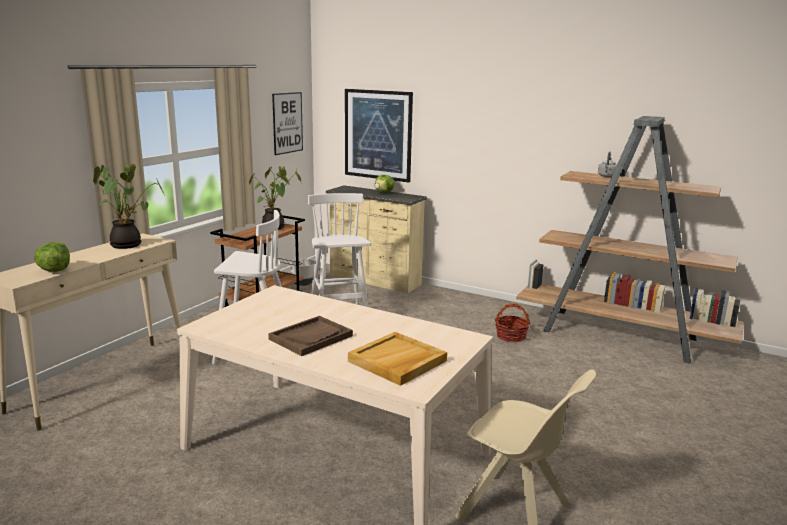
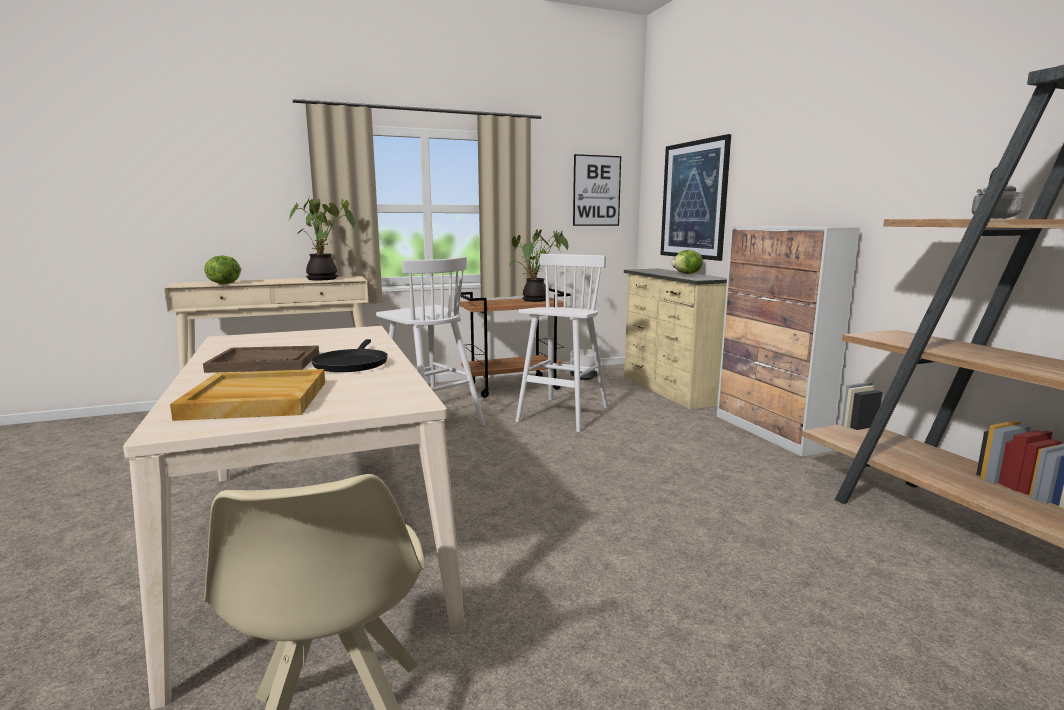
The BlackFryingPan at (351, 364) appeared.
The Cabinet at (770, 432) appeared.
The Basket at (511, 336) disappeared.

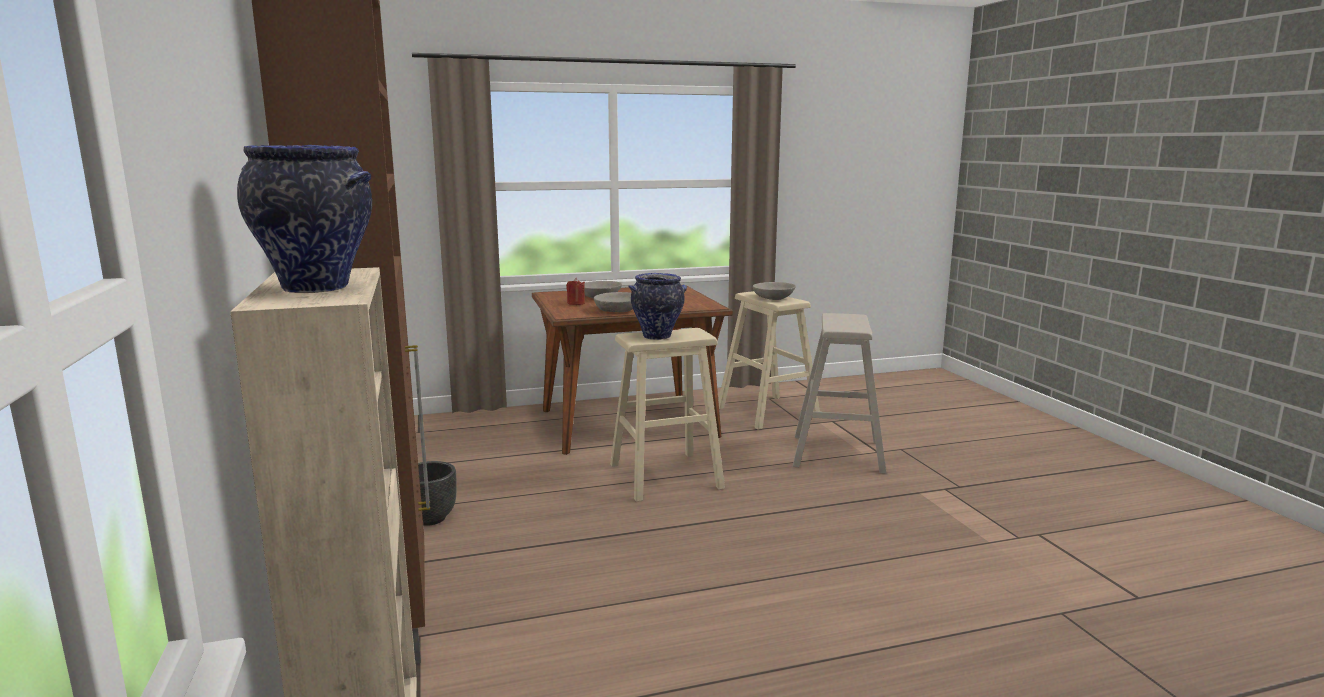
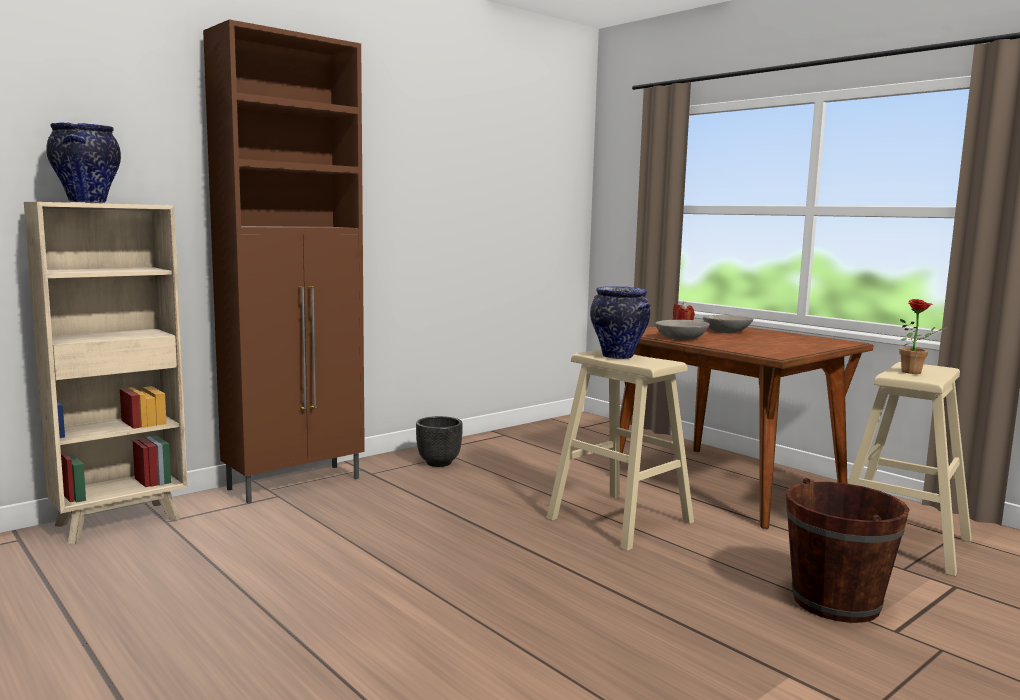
The BeigeStool at (837, 453) was replaced by the BrownBucket at (836, 602).
The GreyBowl at (773, 298) was replaced by the PottedPlant at (915, 372).

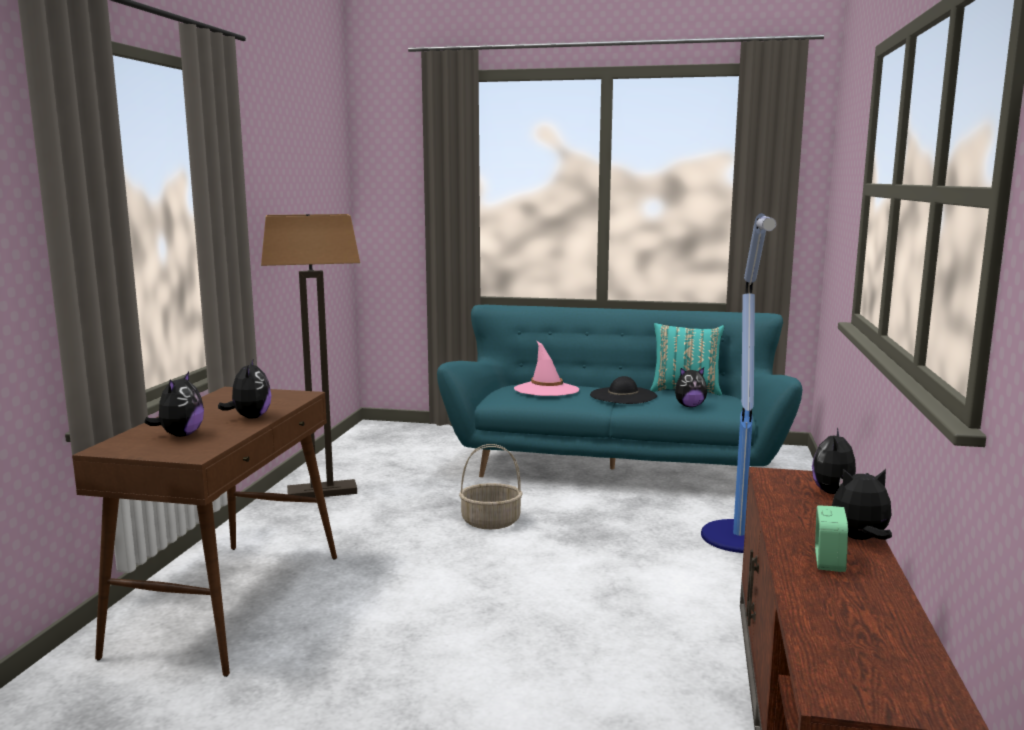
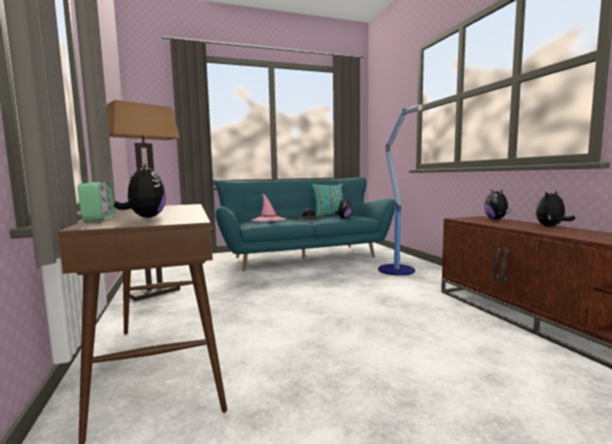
The AlarmClock moved from (828, 562) to (99, 219).
The PlushToy at (250, 417) disappeared.
The Basket at (491, 521) disappeared.

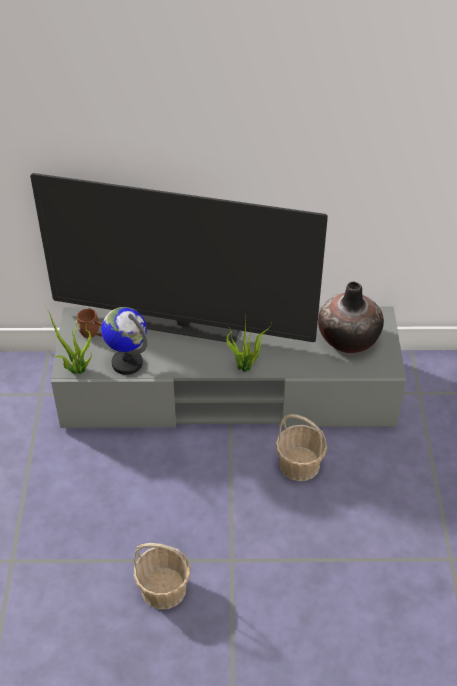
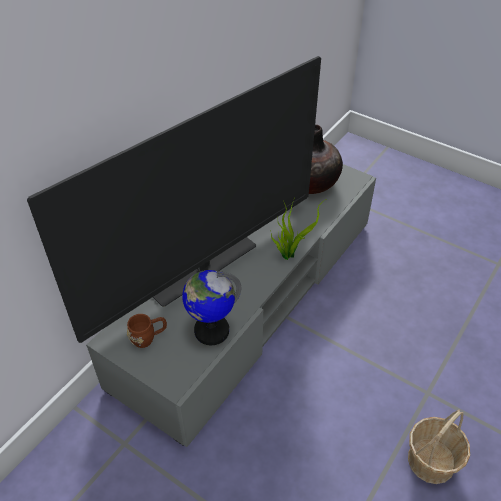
The PottedPlant at (76, 370) disappeared.
The Basket at (299, 465) disappeared.

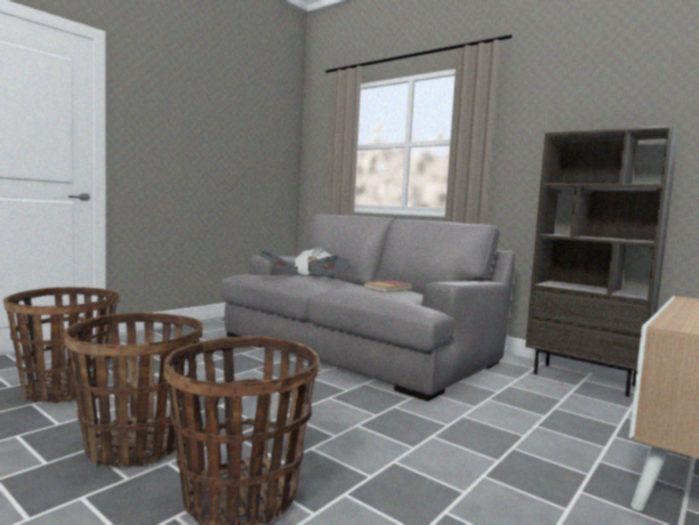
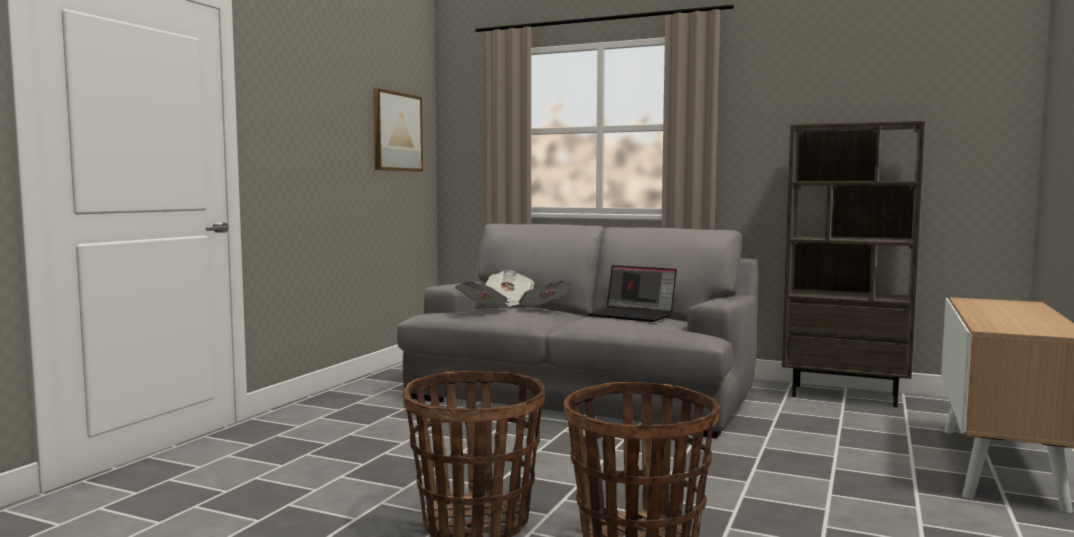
The Picture at (396, 132) appeared.
The Book at (388, 288) was replaced by the Laptop at (633, 315).
The Basket at (65, 389) disappeared.

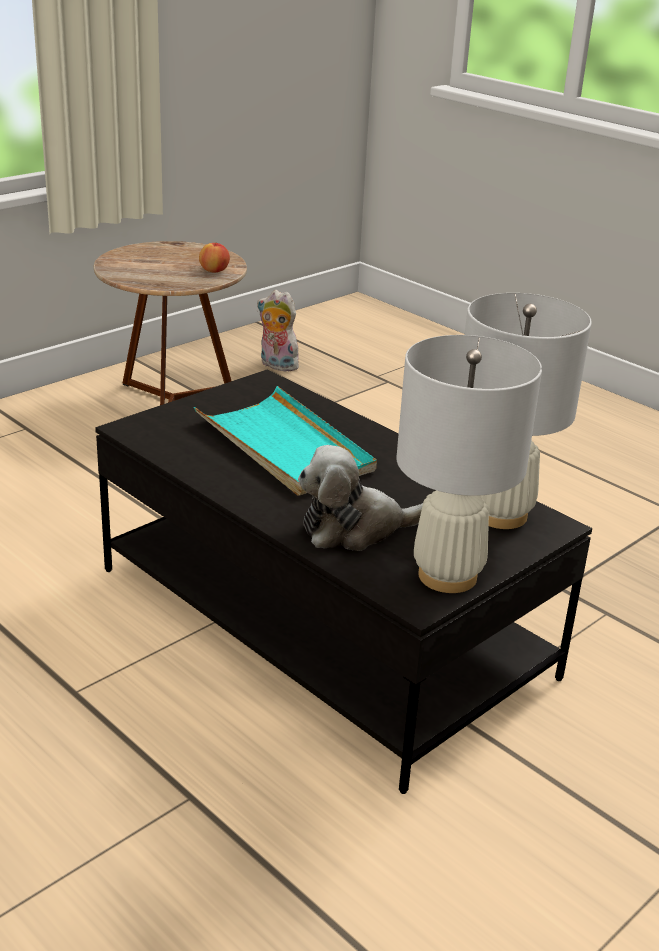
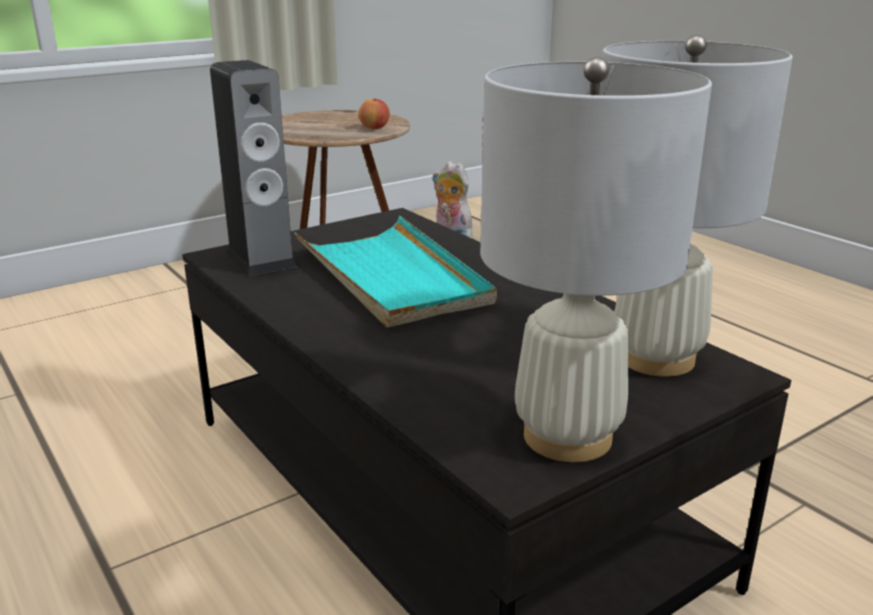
The Speaker at (260, 259) appeared.
The PlushToy at (355, 529) disappeared.

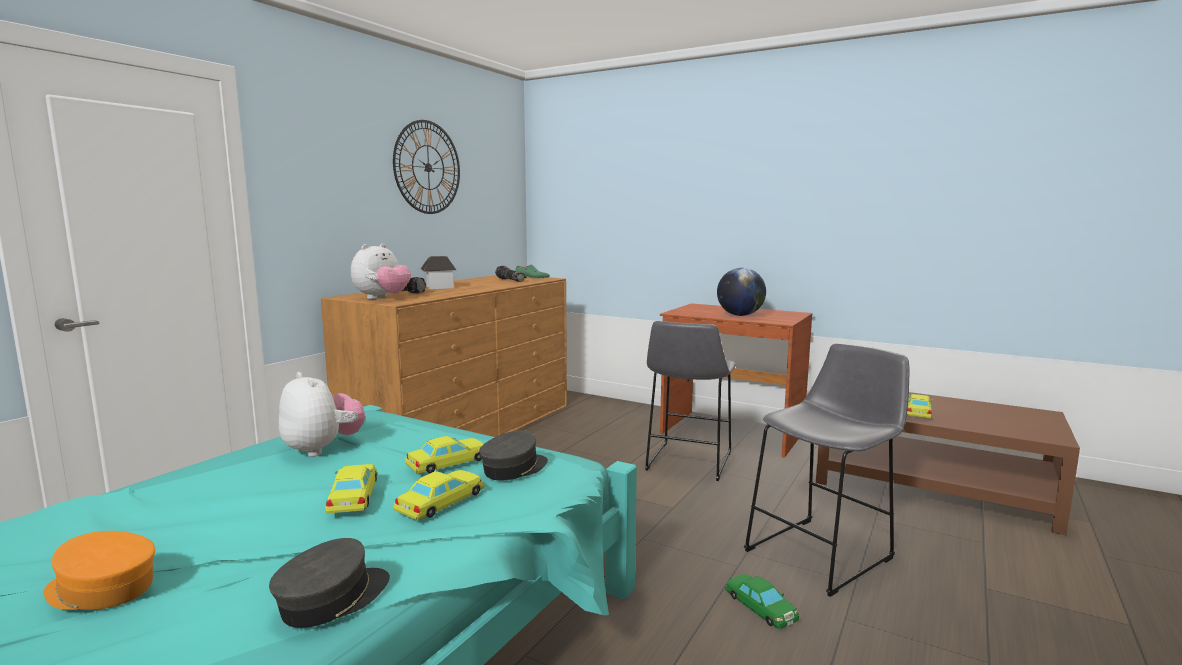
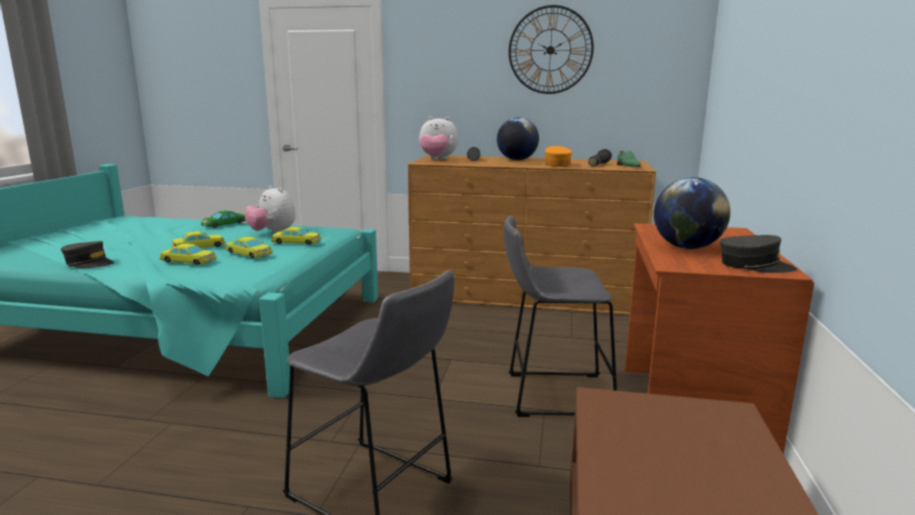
The GreenToyCar moved from (761, 606) to (224, 224).
The PlushToy at (323, 449) turned 105 degrees clockwise.
The YellowToyCar moved from (918, 411) to (296, 242).
The ToyHouse at (439, 287) was replaced by the Globe at (517, 160).
The OrangeCap moved from (101, 589) to (556, 164).
The GreyCap moved from (514, 468) to (754, 266).

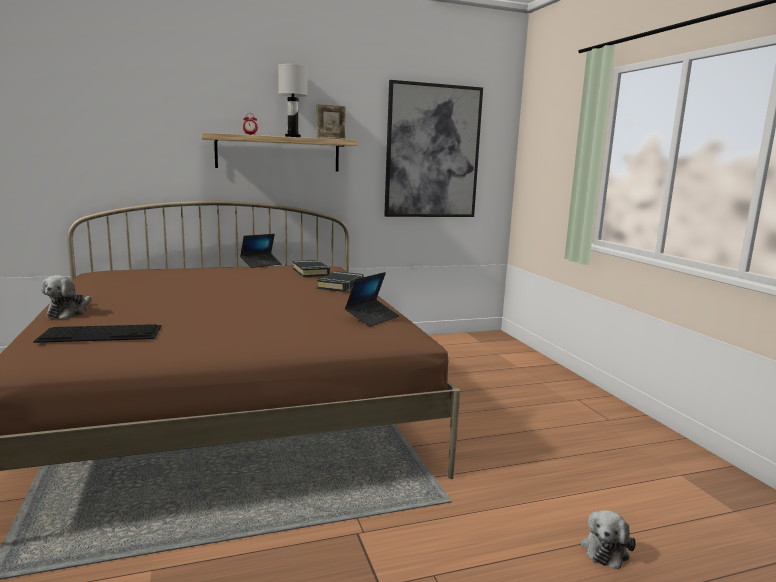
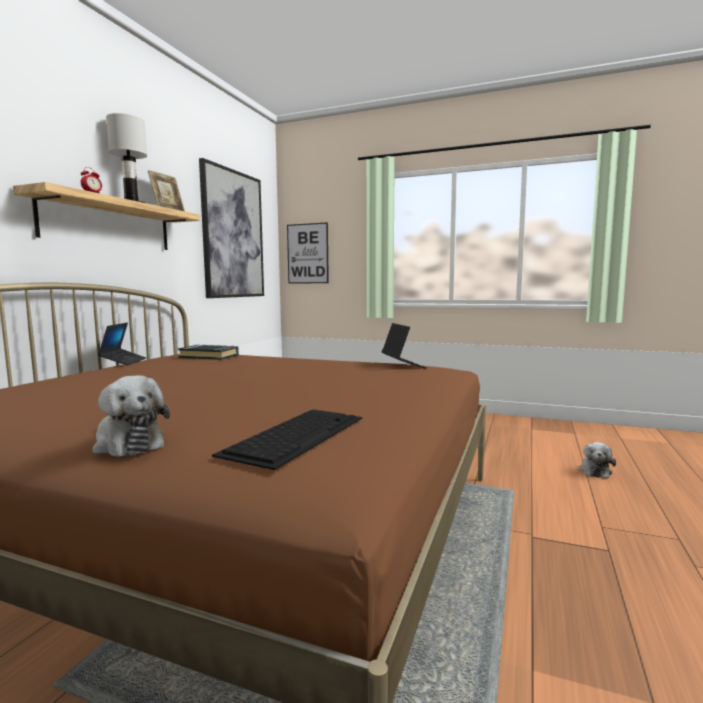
The Picture at (307, 253) appeared.
The PlushToy at (605, 549) turned 45 degrees clockwise.
The BlackBook at (341, 285) disappeared.

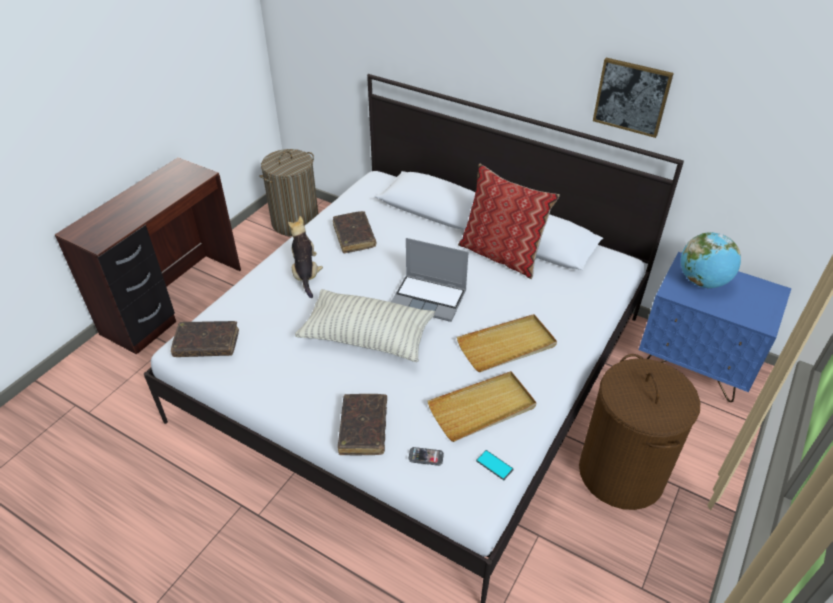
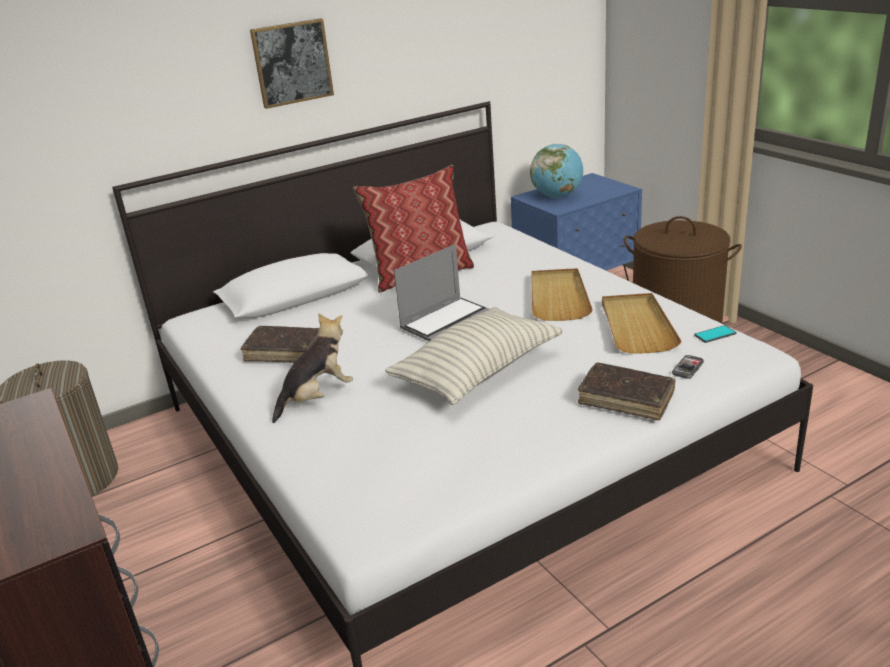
The Picture moved from (631, 97) to (292, 63).
The PlushToy at (306, 274) turned 120 degrees clockwise.
The BrownBook at (207, 344) disappeared.

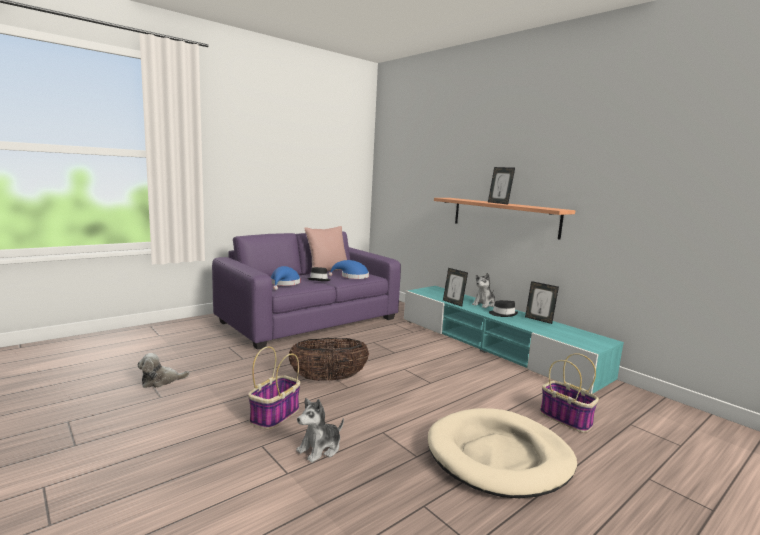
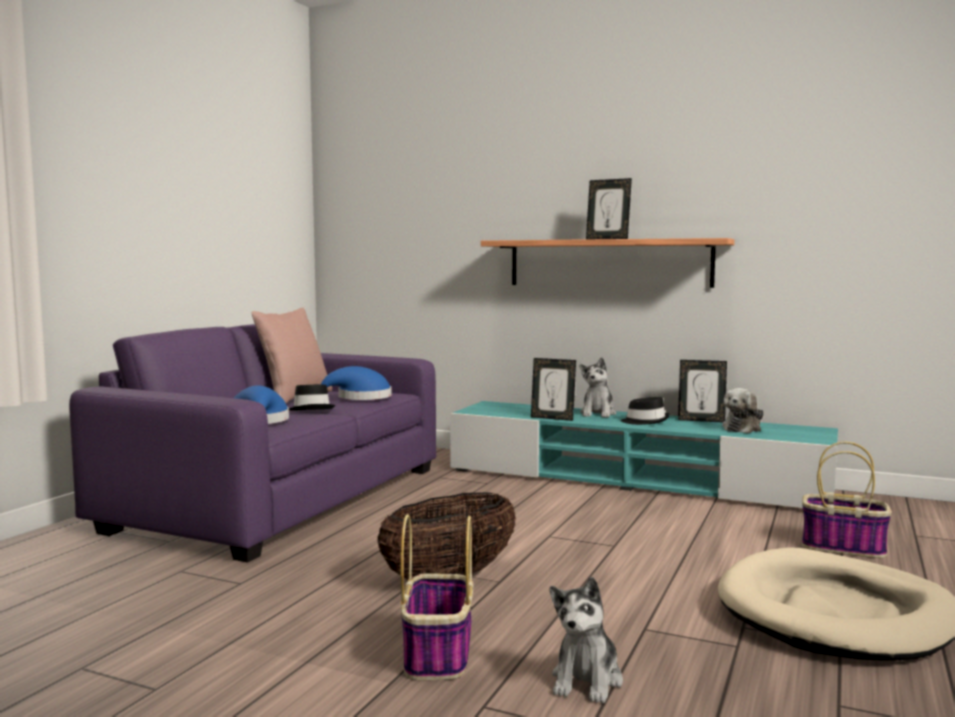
The PlushToy moved from (161, 381) to (743, 428).

